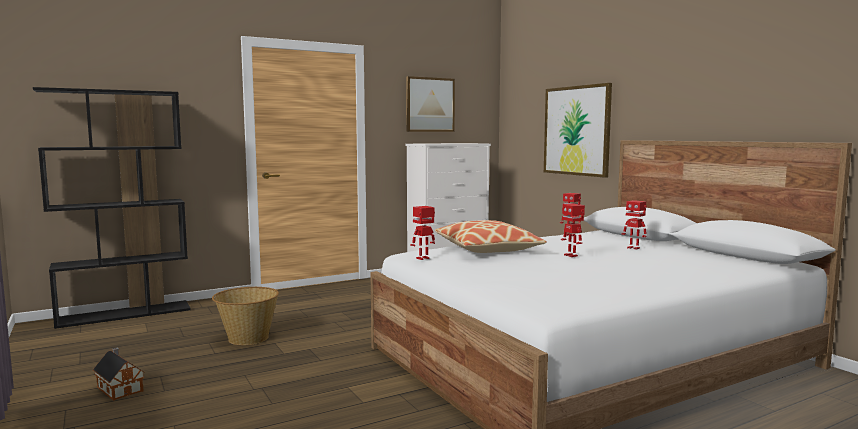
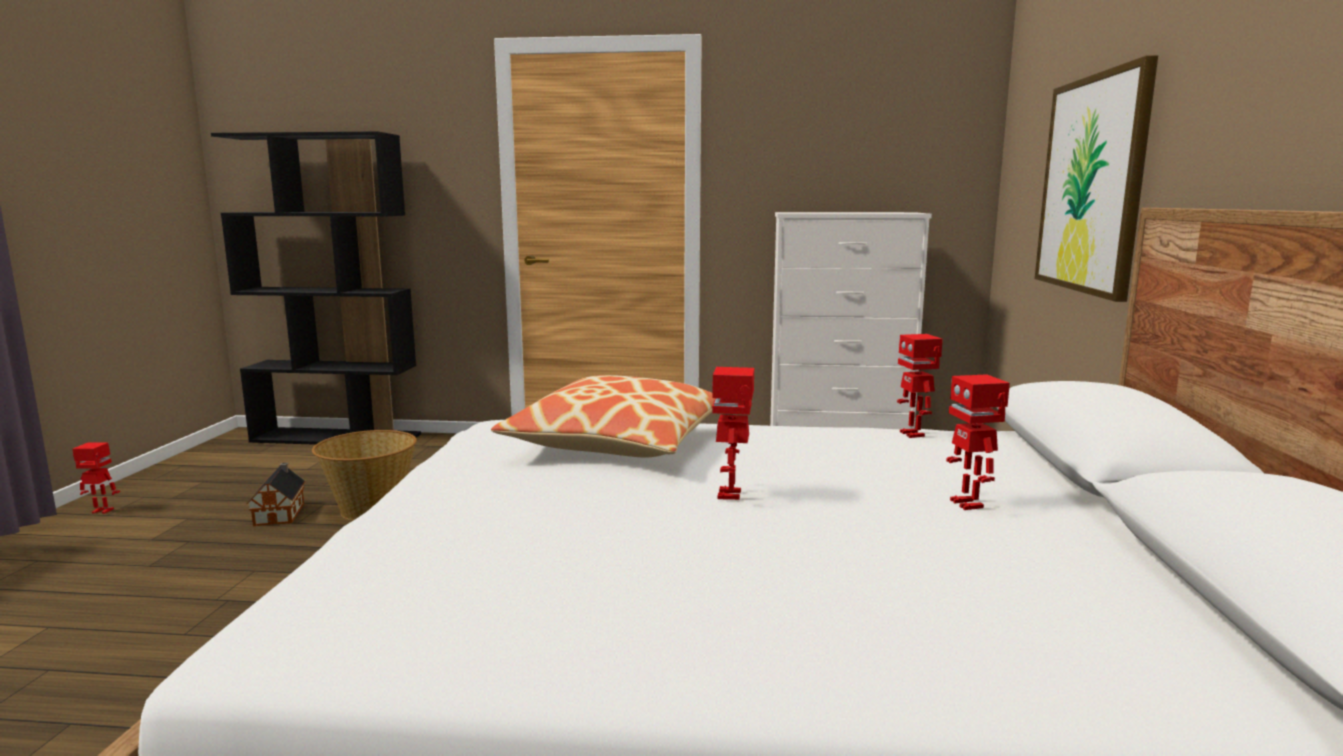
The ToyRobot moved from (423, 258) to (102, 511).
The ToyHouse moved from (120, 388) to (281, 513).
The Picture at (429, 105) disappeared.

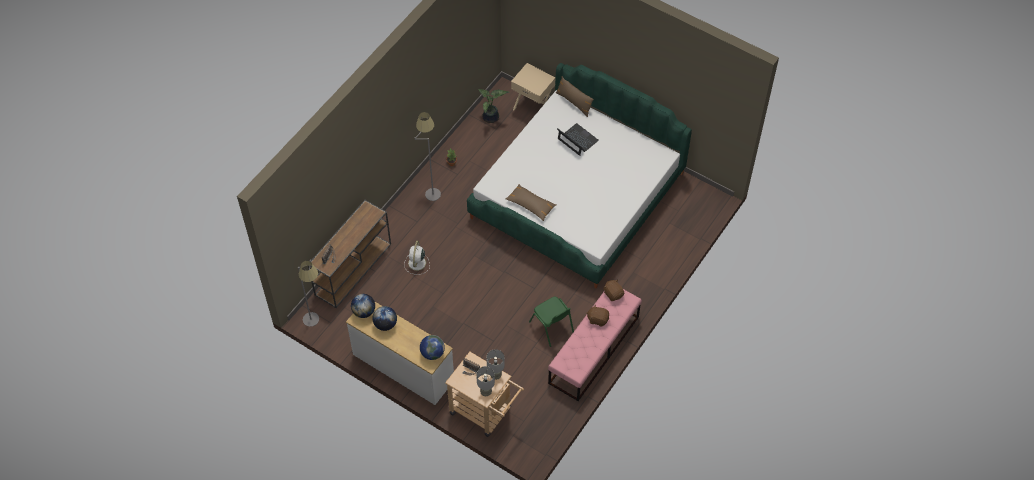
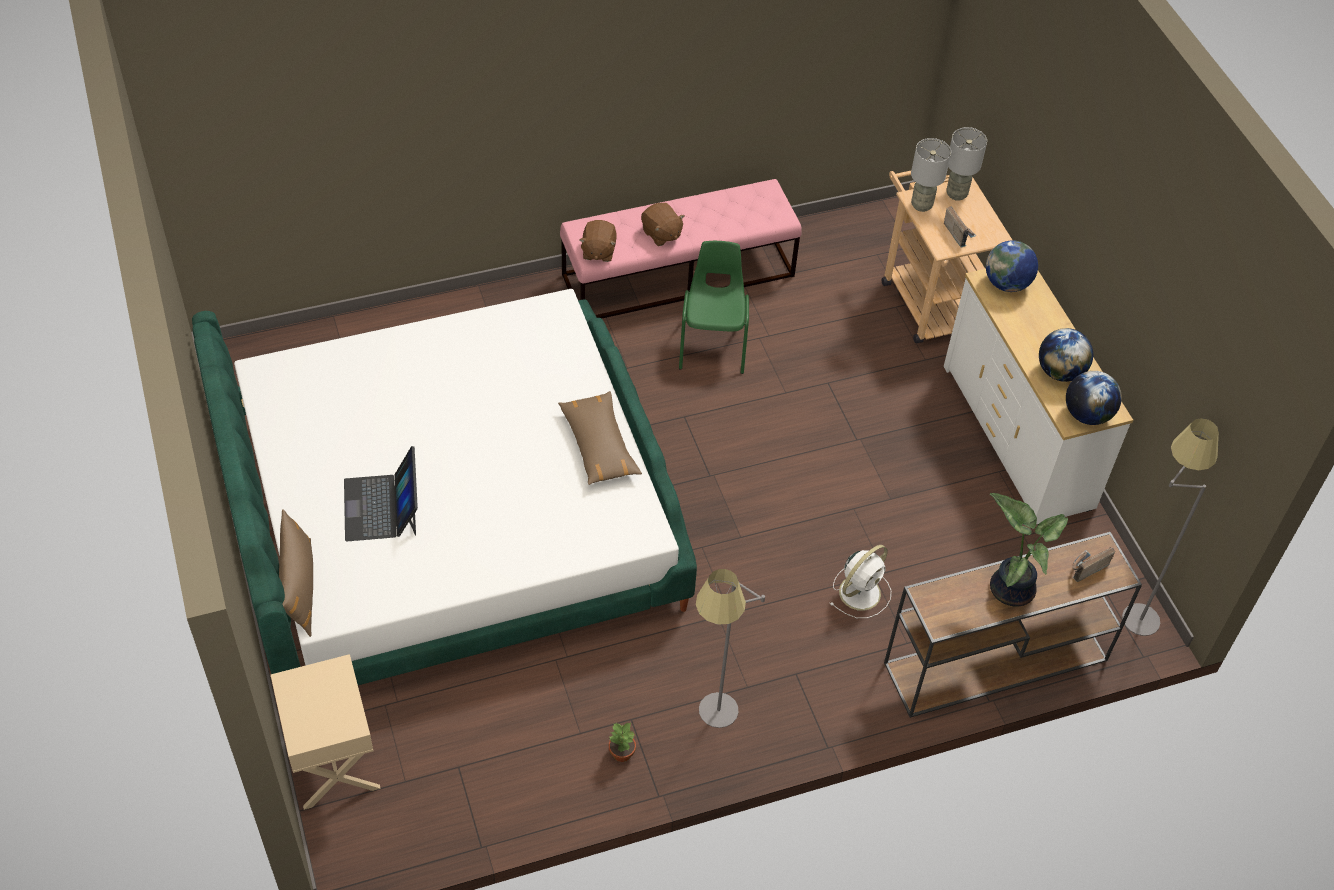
The PottedPlant moved from (491, 118) to (1011, 587).

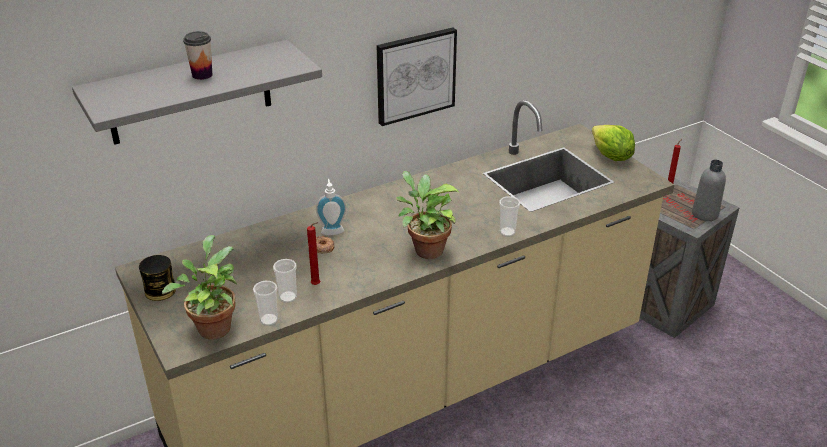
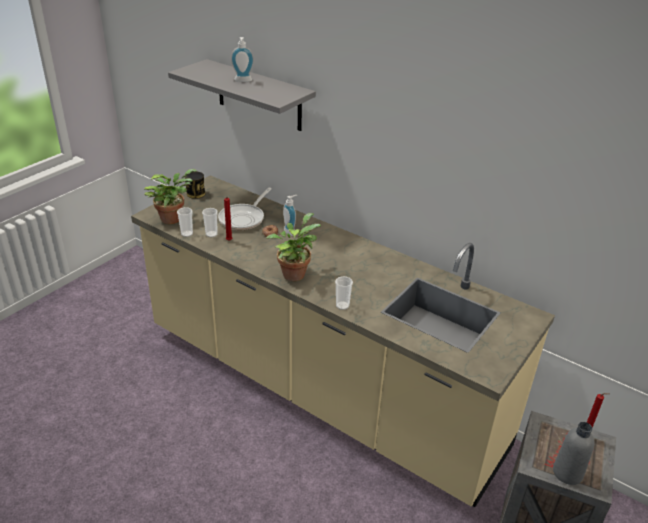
The FryingPan at (244, 218) appeared.
The Cup at (202, 75) was replaced by the SoapDispenser at (243, 81).
The Picture at (415, 75) disappeared.
The Lettuce at (610, 157) disappeared.

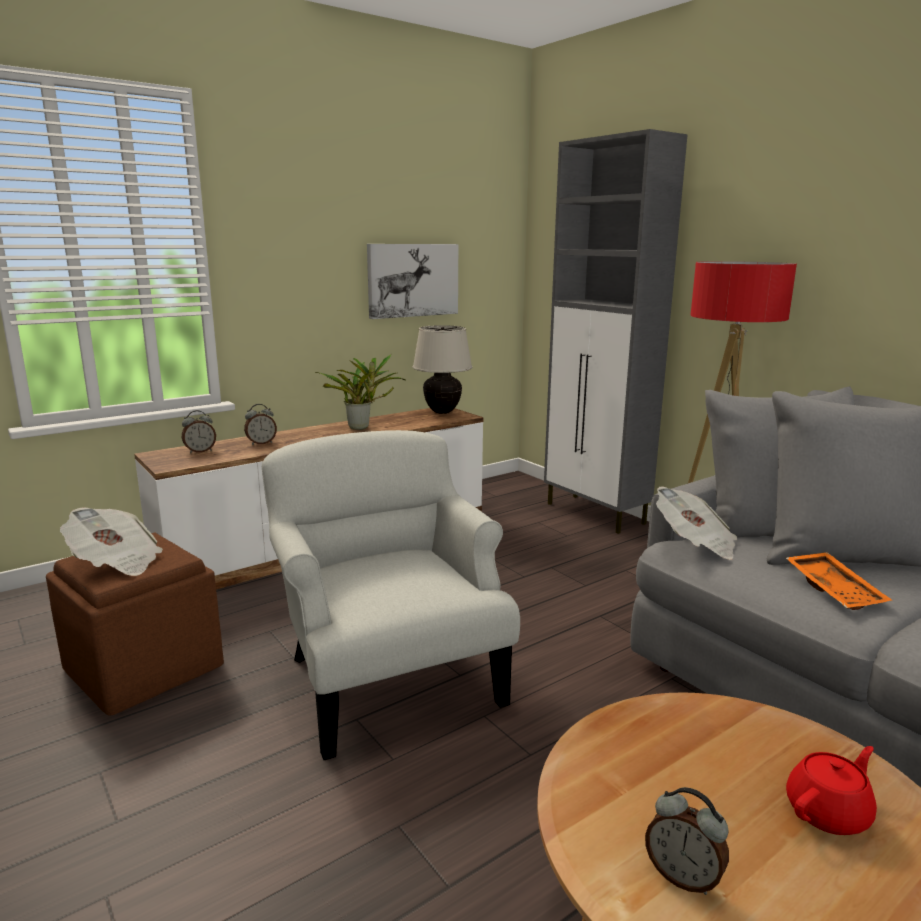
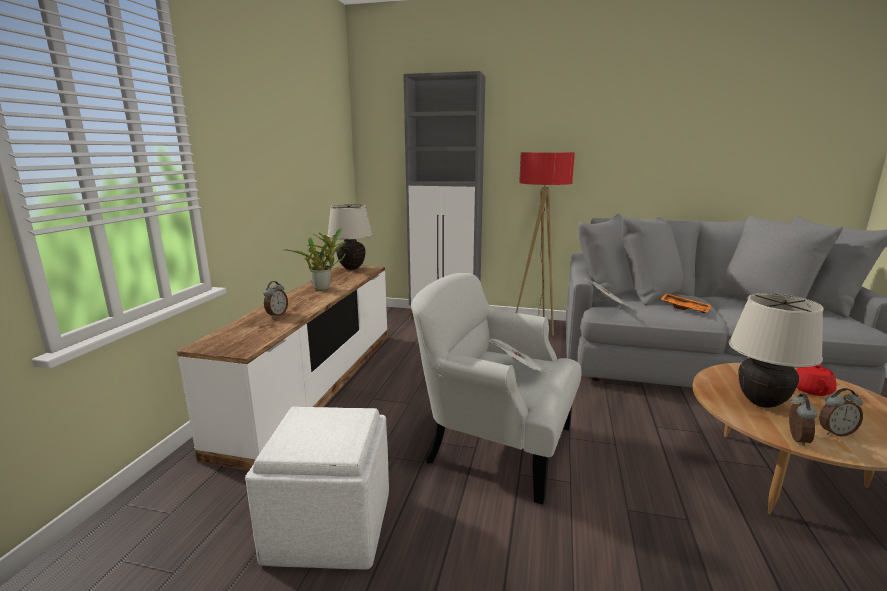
The BrownOttoman at (144, 666) became the WhiteOttoman at (329, 524).
The Newspaper moved from (116, 562) to (519, 371).
The BeigeTableLamp at (761, 402) appeared.
The AlarmClock moved from (200, 451) to (795, 439).
The Picture at (412, 280) disappeared.

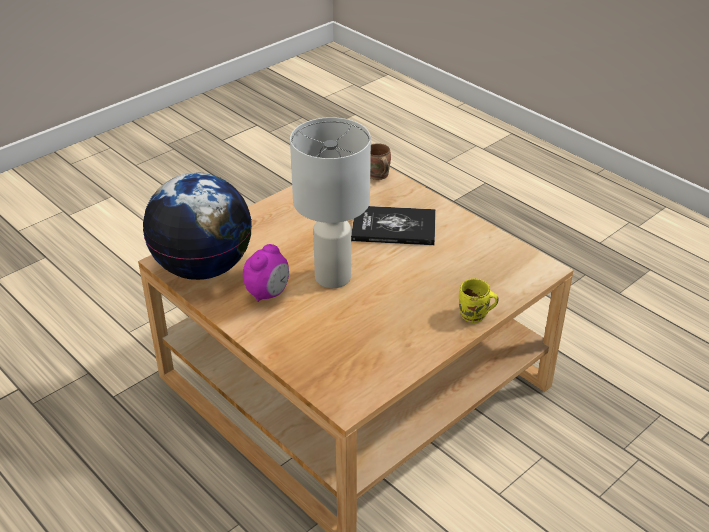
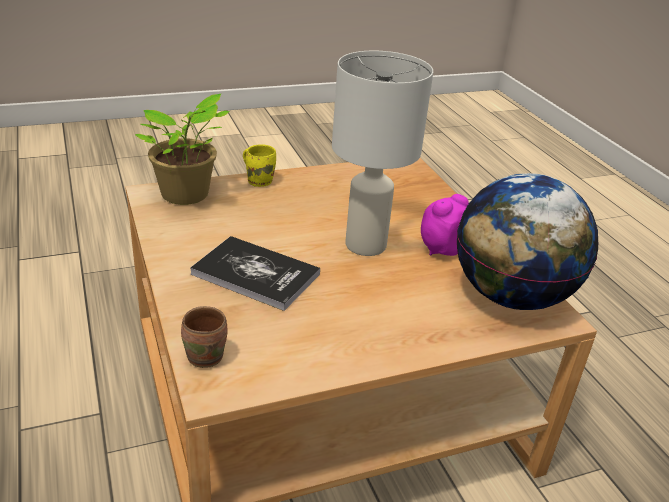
The PottedPlant at (186, 196) appeared.

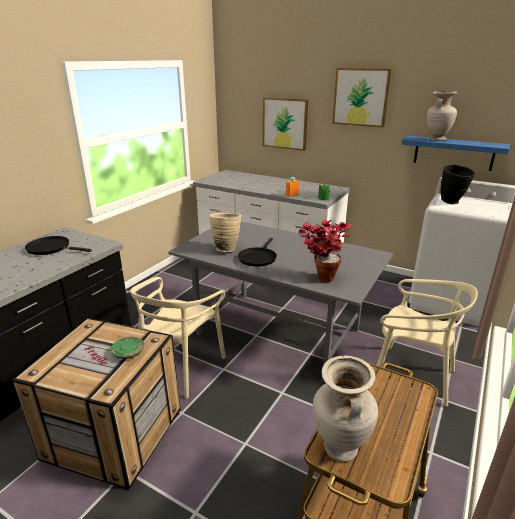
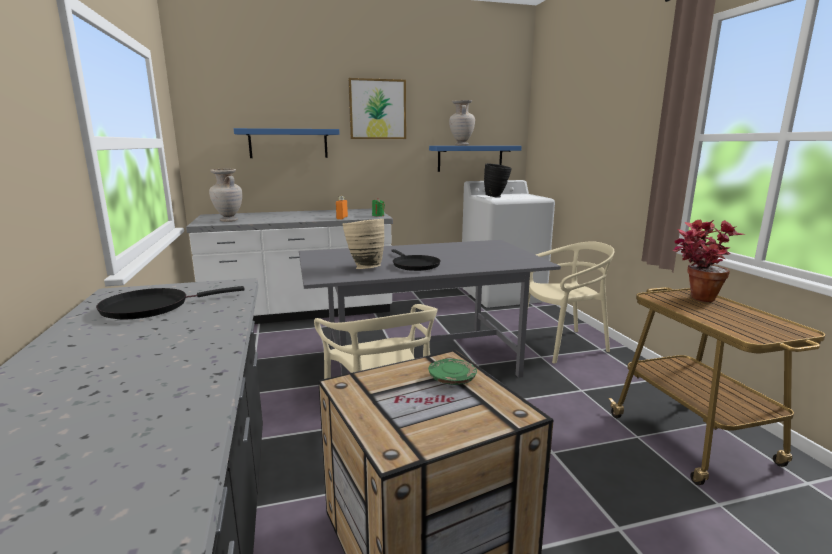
The BeigeVase moved from (339, 449) to (228, 220).
The Picture at (285, 123) was replaced by the BlueShelf at (288, 143).
The PottedPlant moved from (320, 276) to (694, 299).

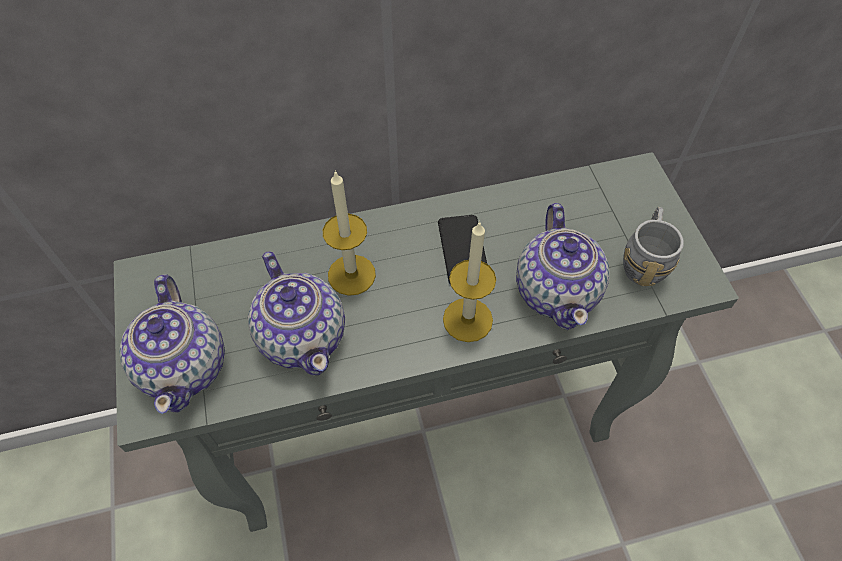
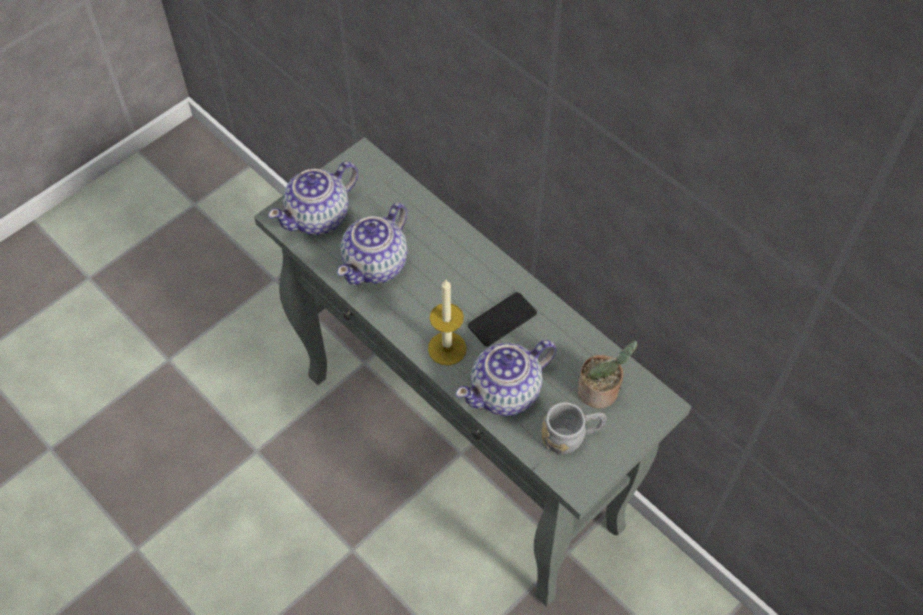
The PottedPlant at (601, 392) appeared.
The Candle at (351, 275) disappeared.

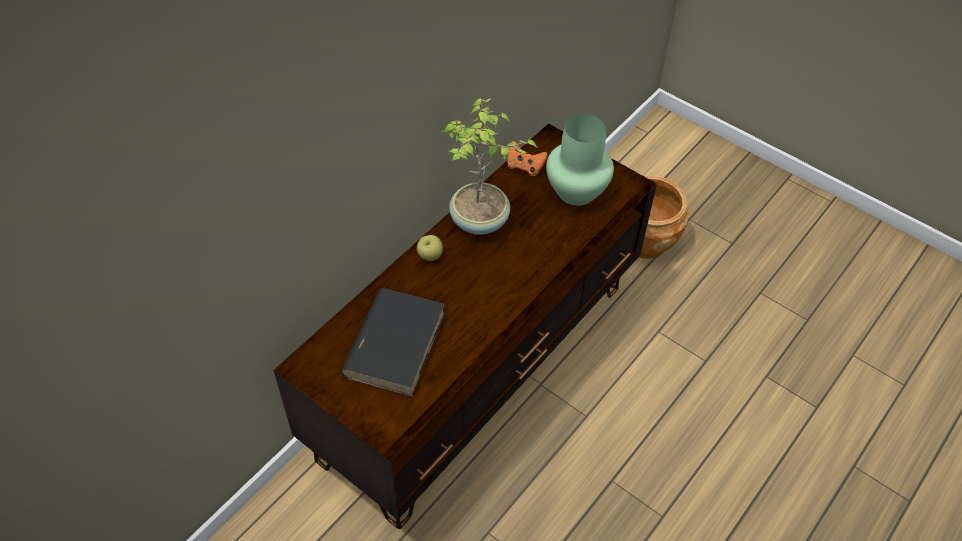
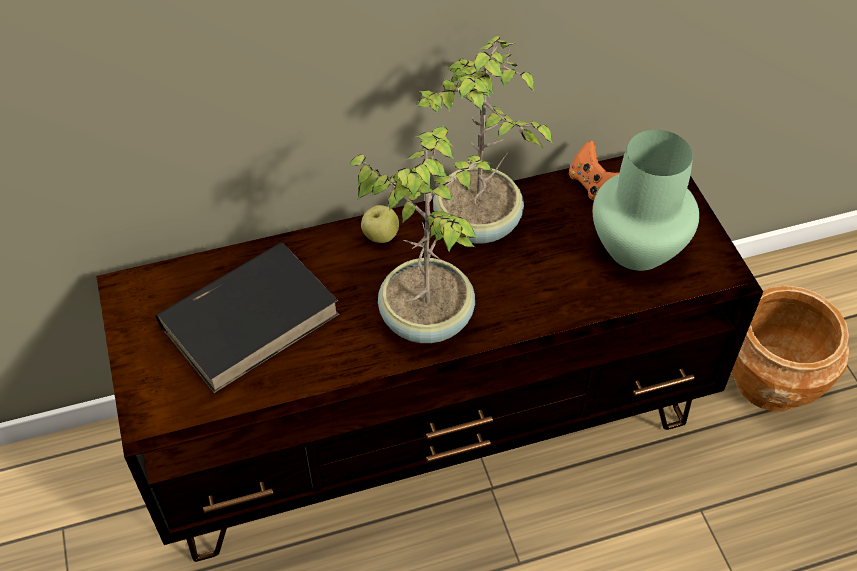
The PottedPlant at (427, 316) appeared.

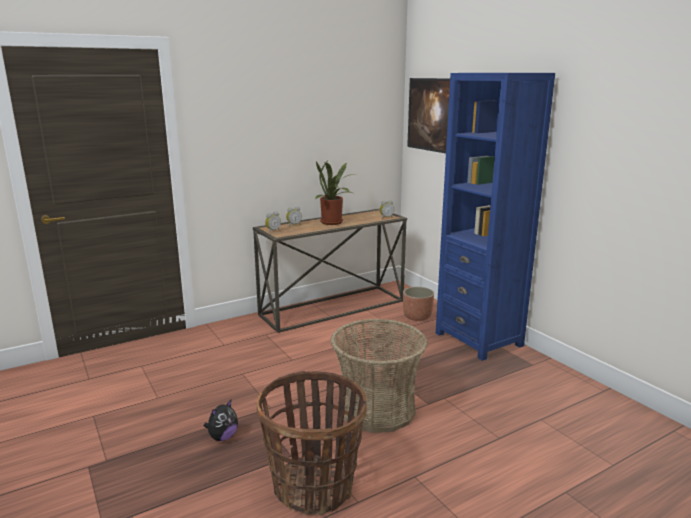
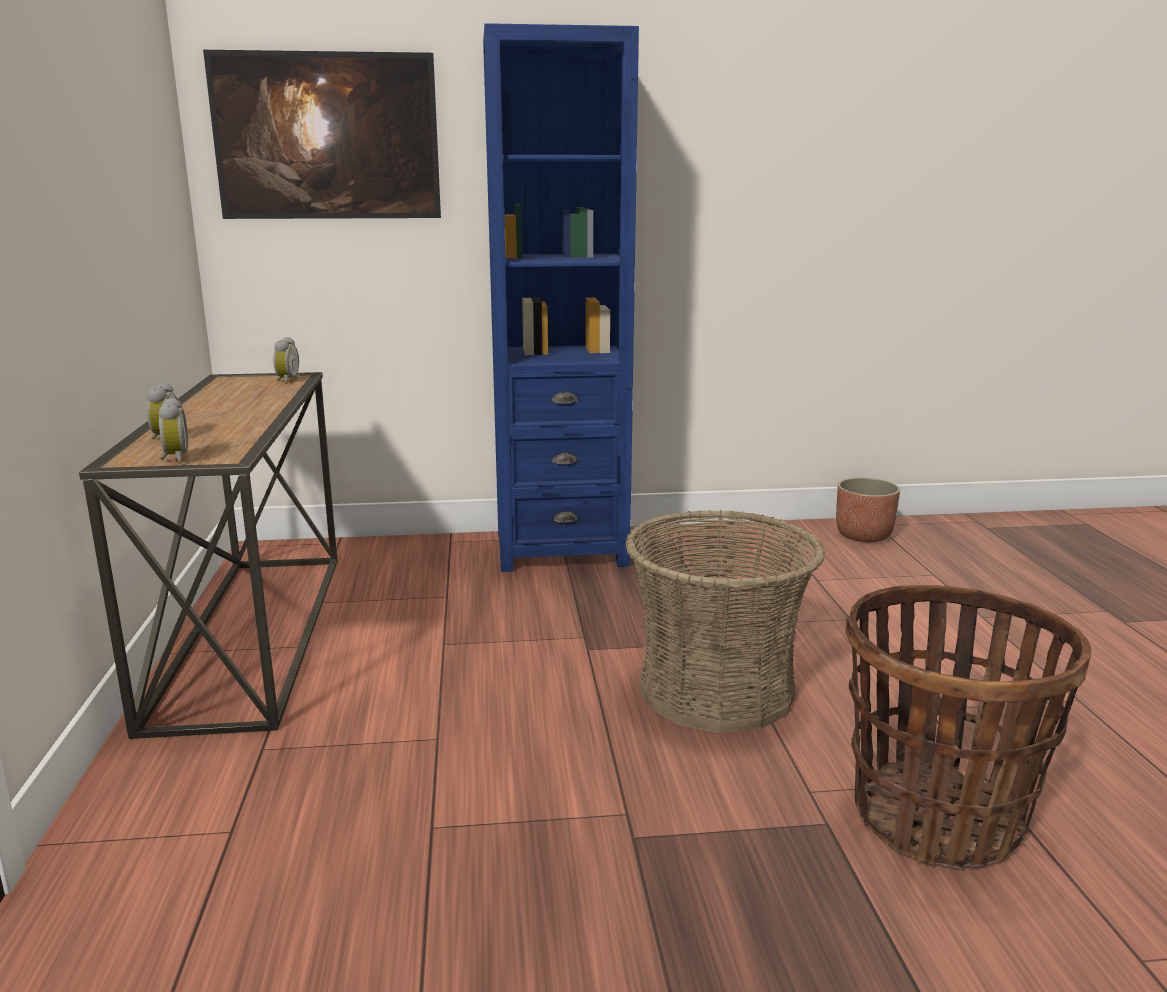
The Planter moved from (417, 317) to (863, 536).
The PlushToy at (222, 437) disappeared.
The PottedPlant at (334, 223) disappeared.

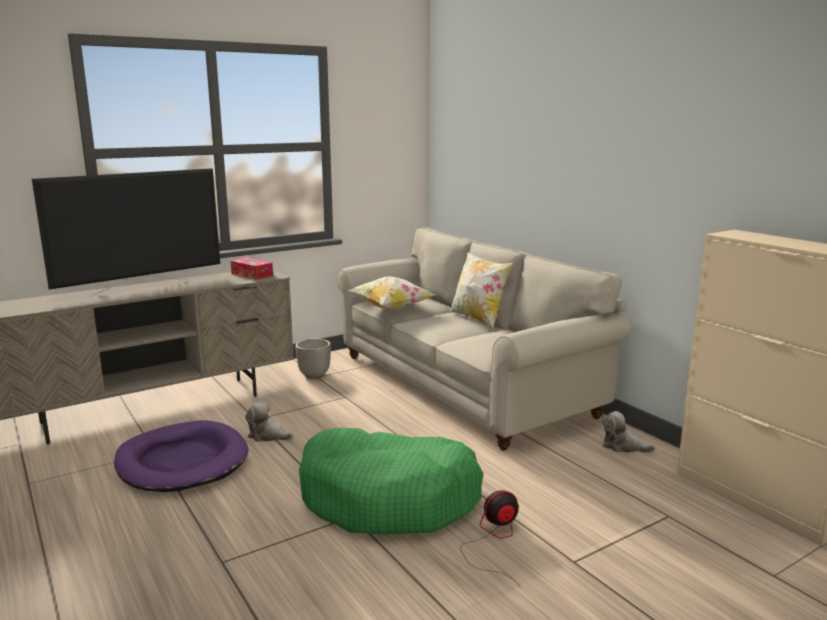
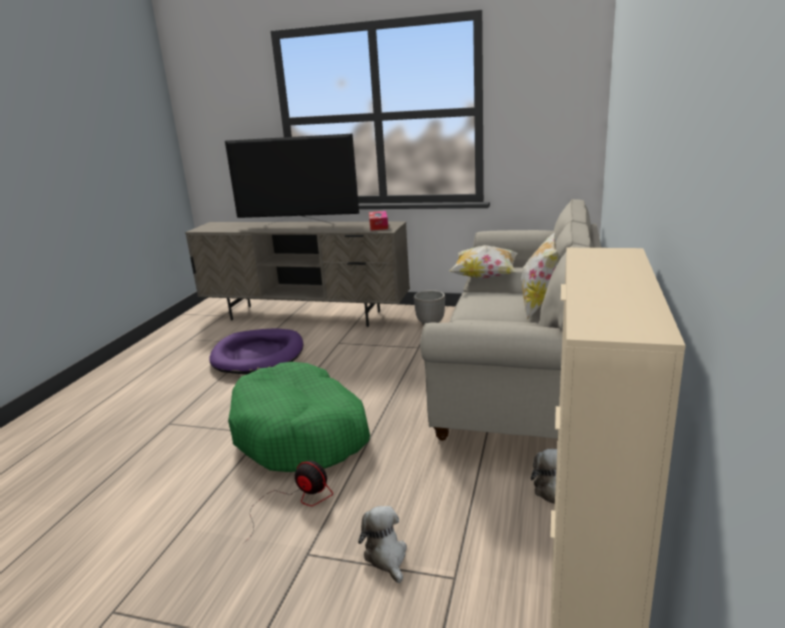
The PlushToy moved from (268, 436) to (386, 556).

